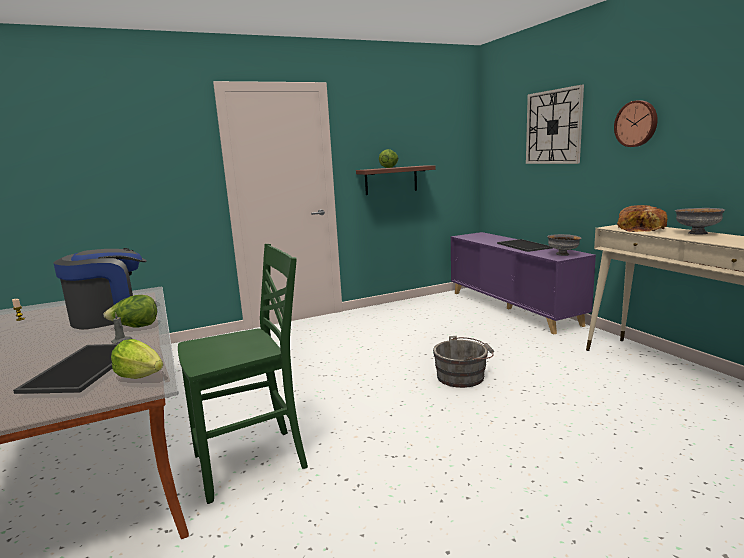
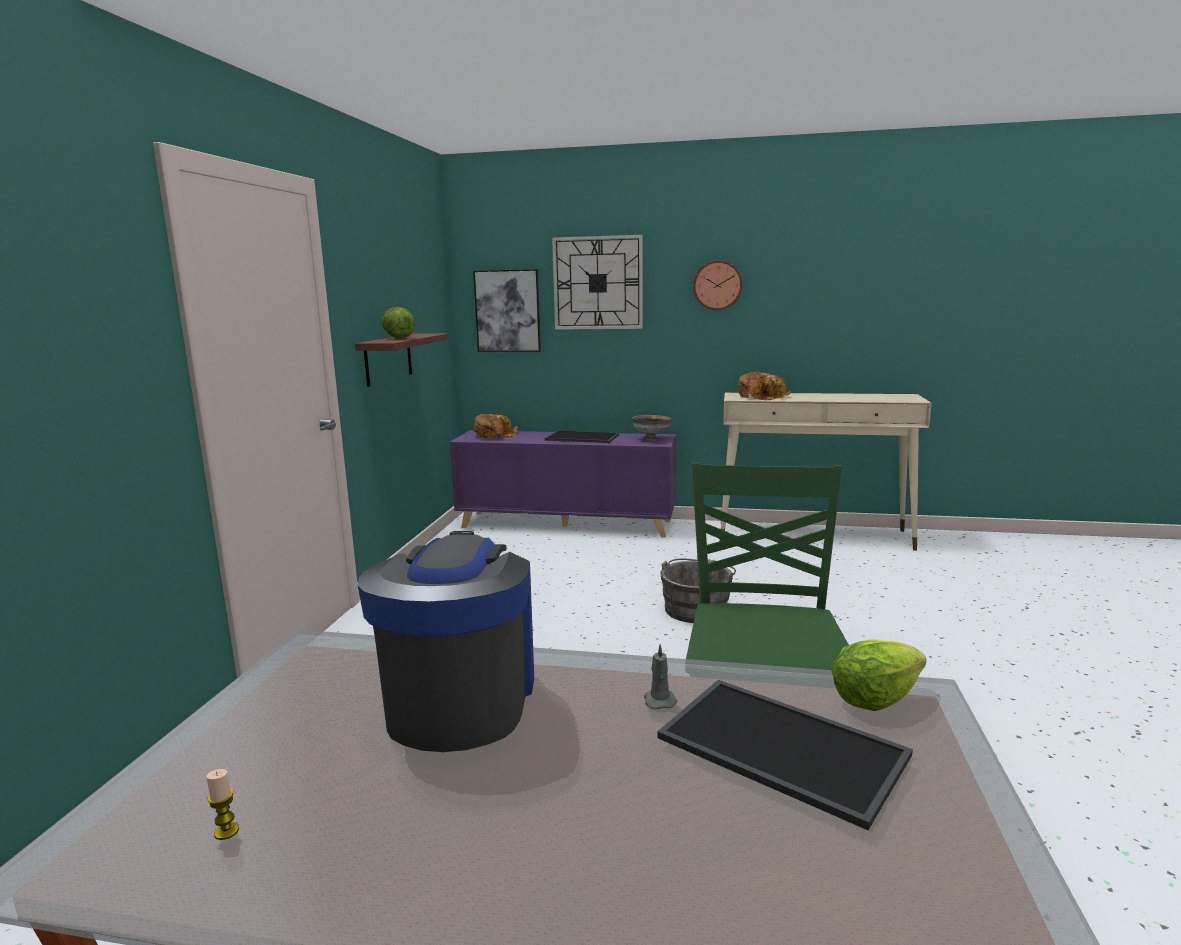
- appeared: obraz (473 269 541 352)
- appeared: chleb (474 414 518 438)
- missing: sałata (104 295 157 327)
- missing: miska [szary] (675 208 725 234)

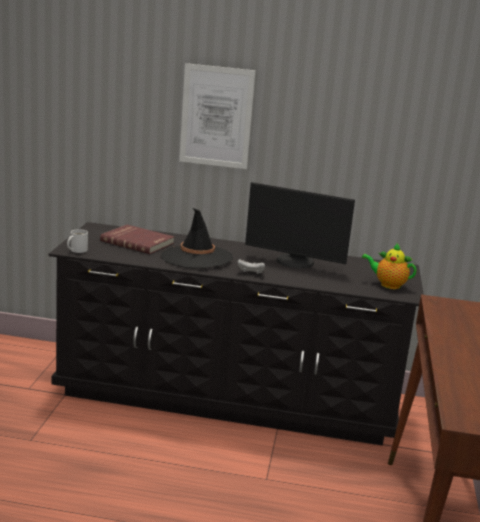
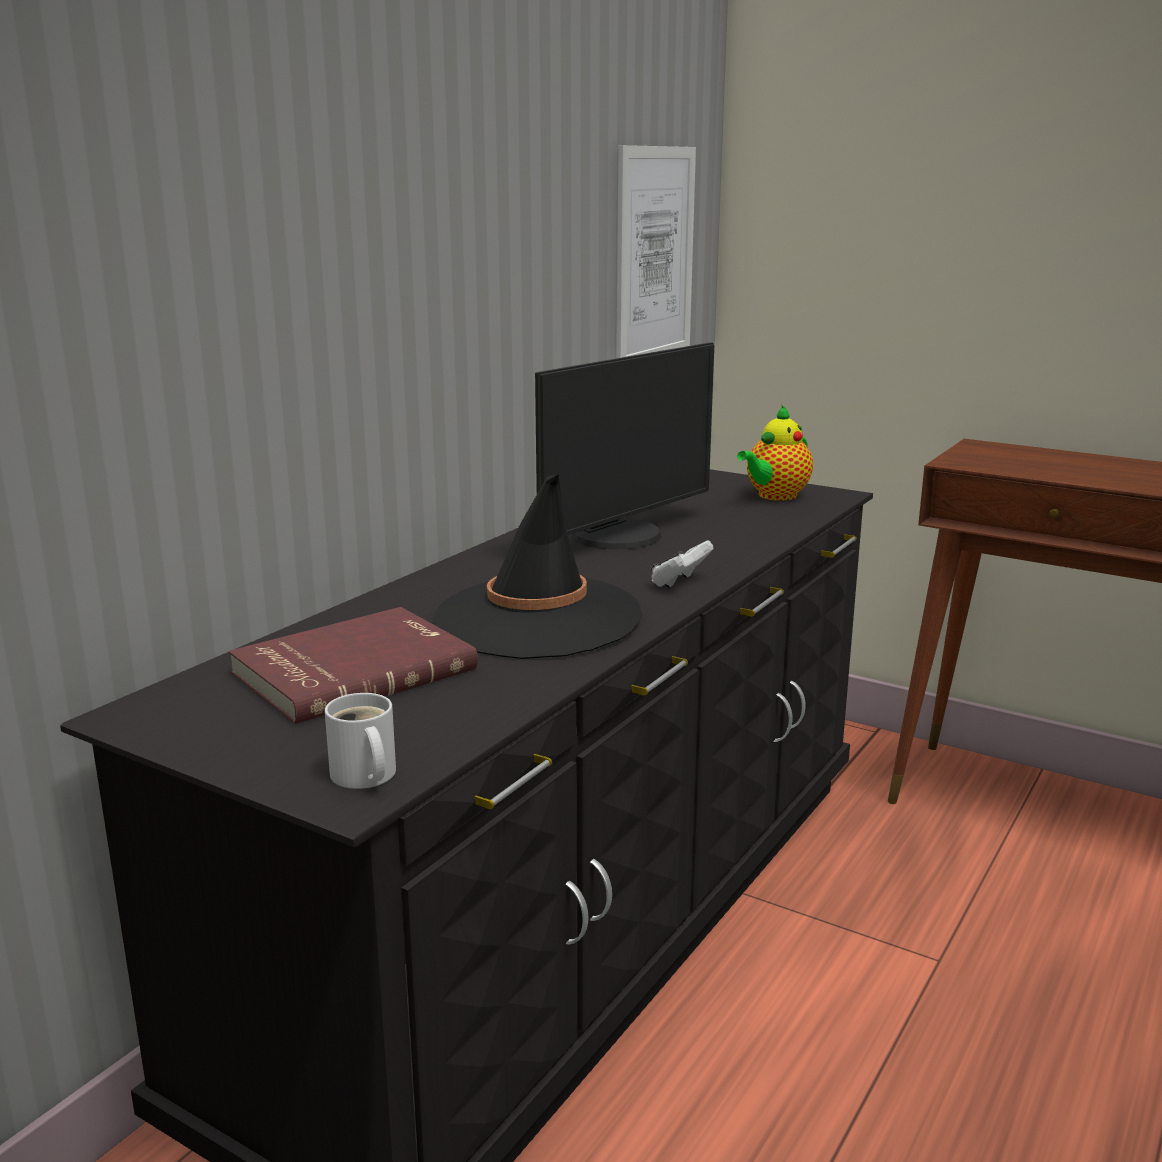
- relocated: obraz (179 63 256 169) to (616 145 696 358)

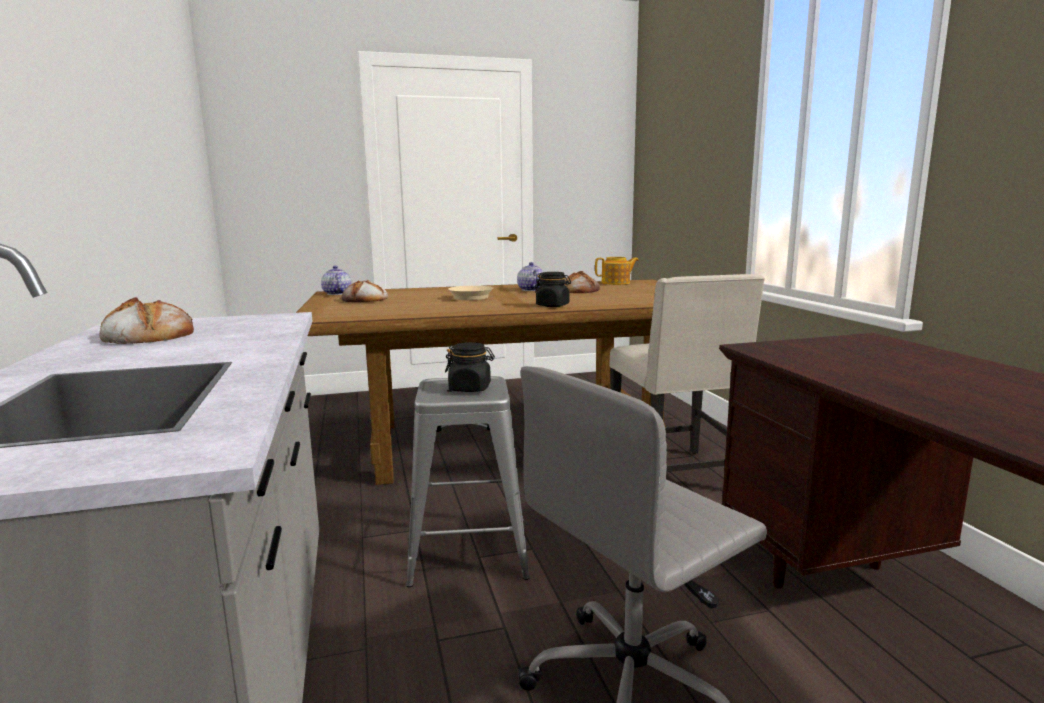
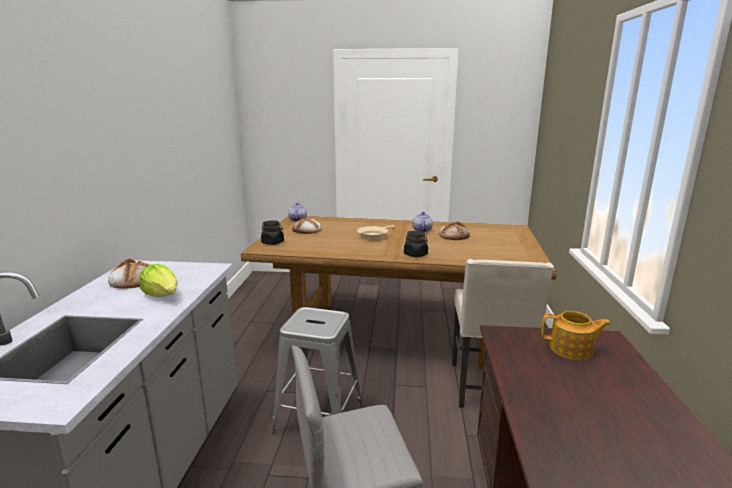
- appeared: sałata (139 264 178 297)
- relocated: słoik [czarny] (445 342 495 392) to (261 220 284 245)
- relocated: imbryk (595 257 639 285) to (541 311 611 360)

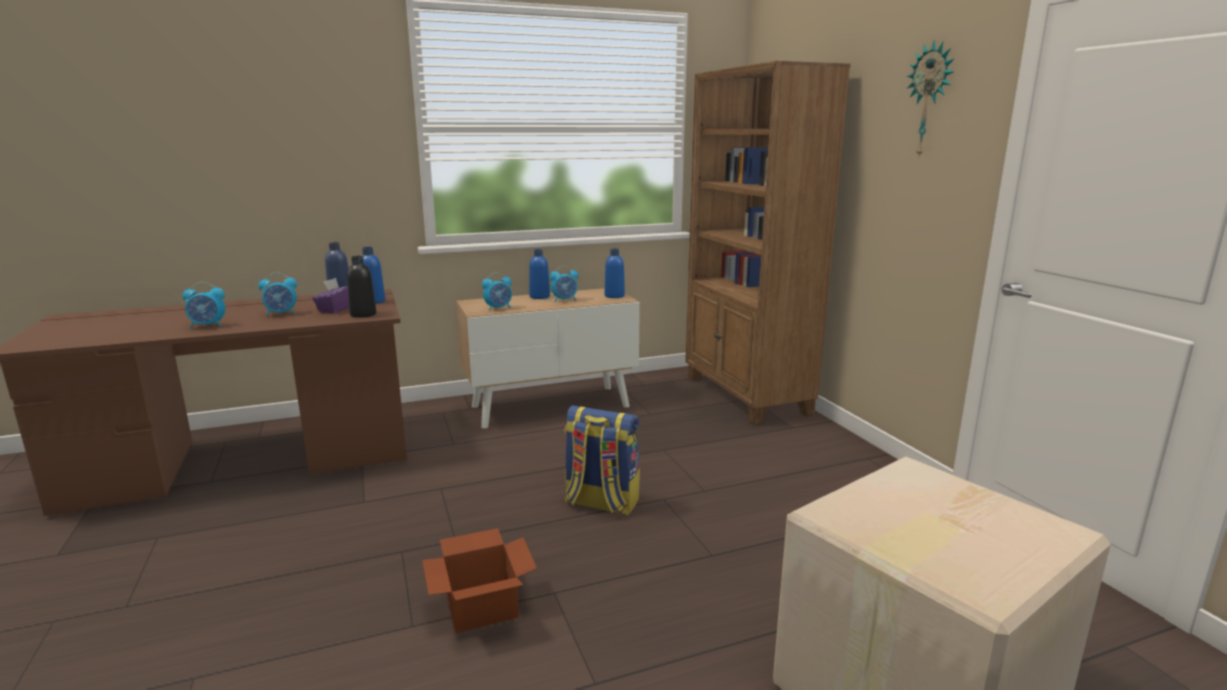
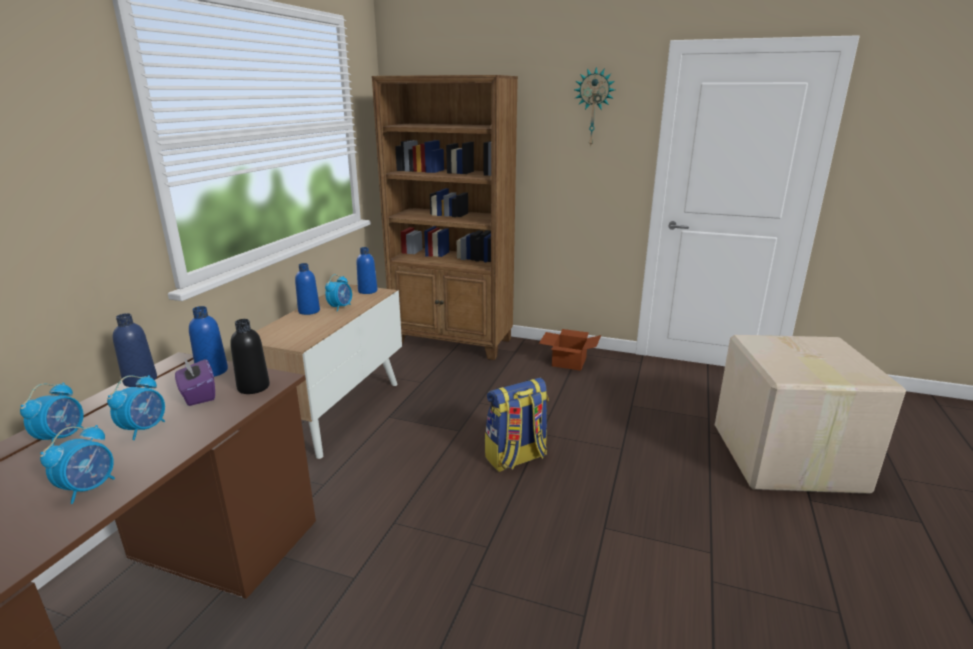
- relocated: budzik (482 273 512 311) to (20 383 84 446)
- relocated: karton (422 528 537 633) to (539 329 601 371)

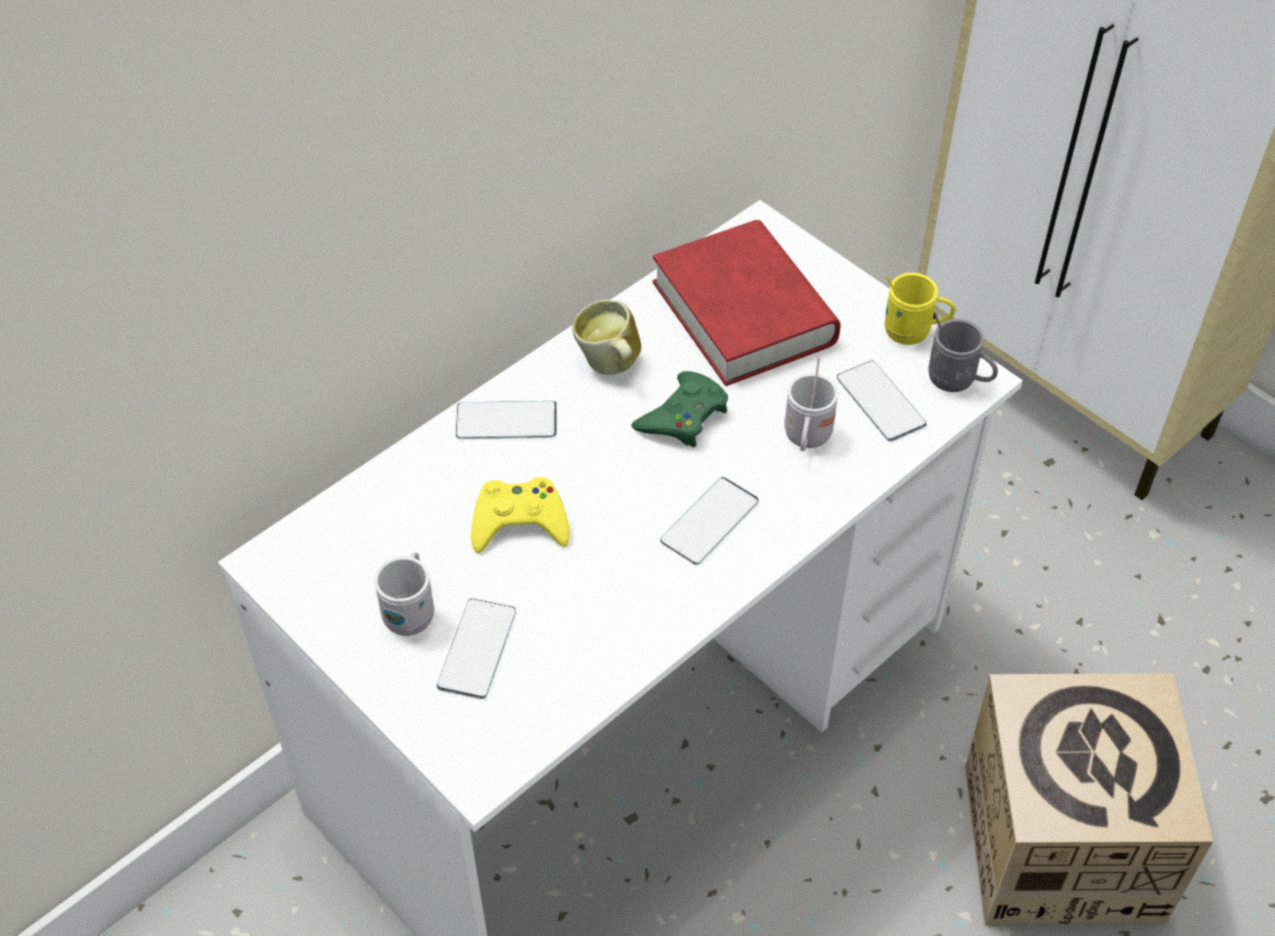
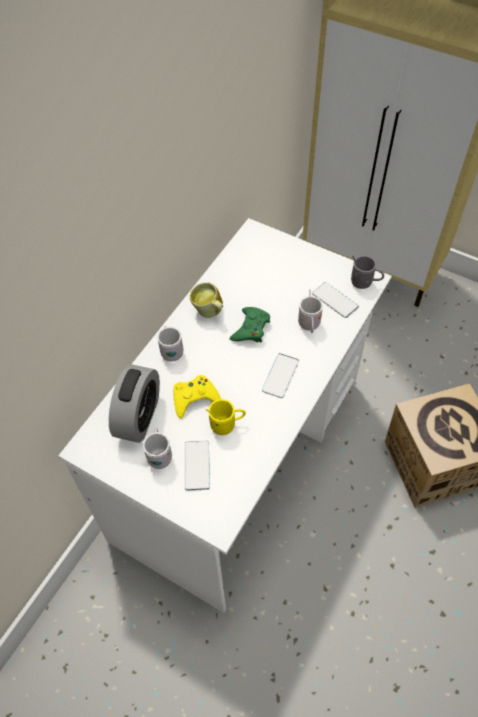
- appeared: budzik (109 364 160 443)
- exchanged: telefon (456 401 557 439) to kubek [biały] (157 326 183 362)
- relocated: kubek [żółty] (884 273 956 345) to (205 399 246 435)
- missing: książka [czerwony] (653 220 841 386)

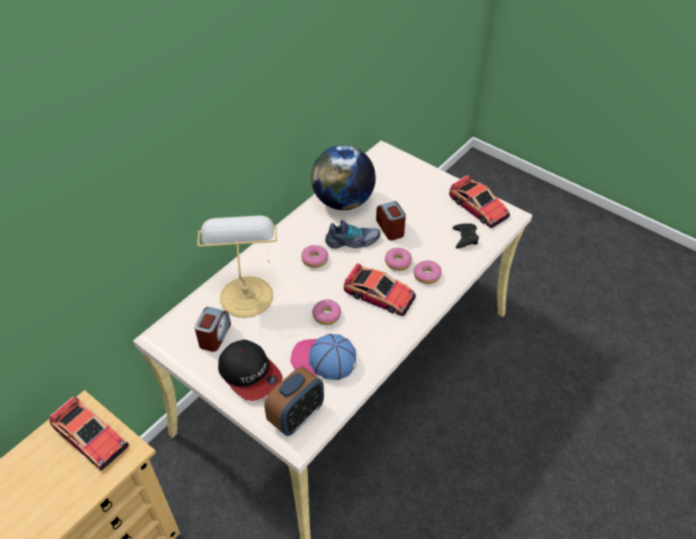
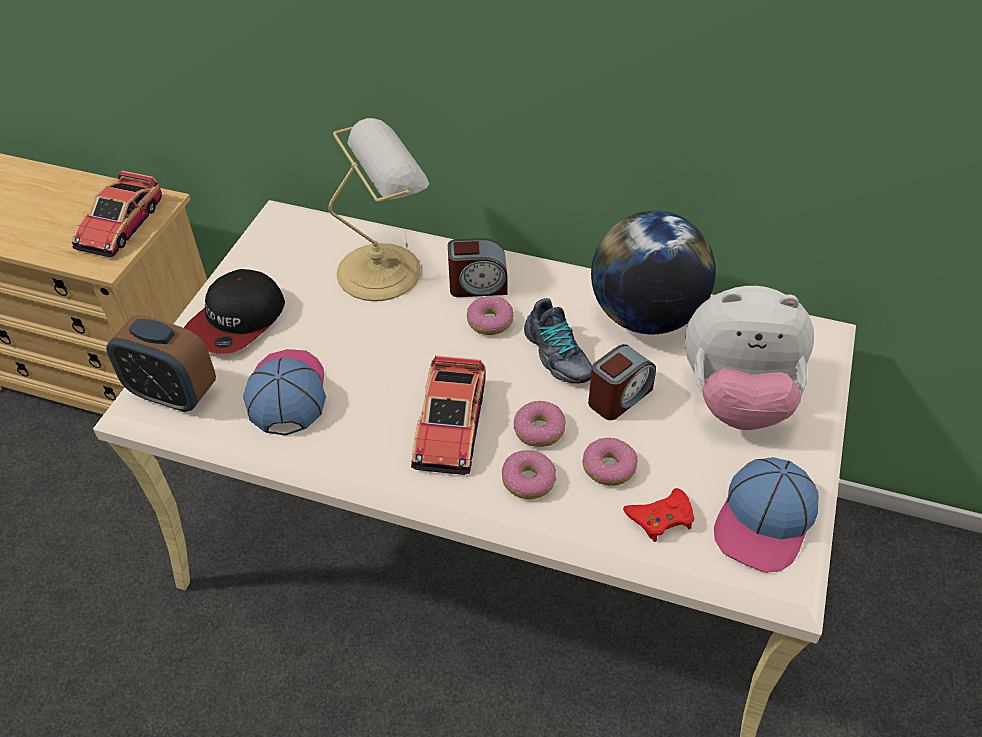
- relocated: budzik (194 307 231 352) to (448 238 508 297)
- relocated: donut (312 299 341 325) to (583 438 638 486)
- colour: pad do gier [czarny] (453 223 479 248) to pad do gier [czerwony] (623 488 694 542)
- appeared: pluszak (685 286 814 430)
- exchanged: samochodzik (449 175 510 228) to czapka z daszkiem (714 457 819 573)

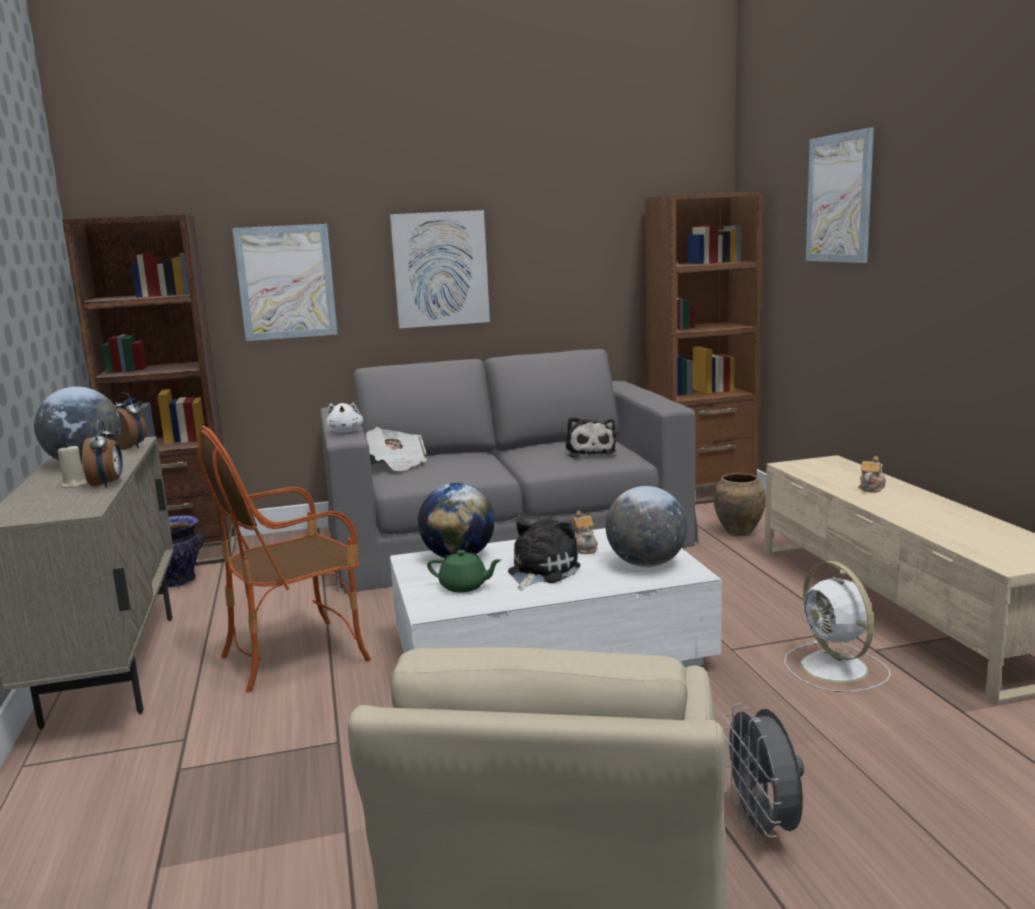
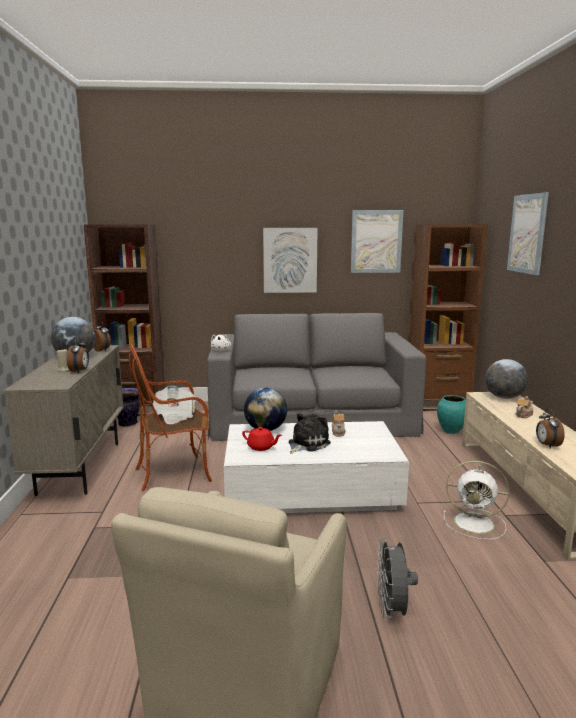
- relocated: gazeta (366 427 427 471) to (153 386 195 424)
- colour: imbryk [zielony] (427 550 501 592) to imbryk [czerwony] (242 427 282 451)
- relocated: obraz (232 224 338 341) to (351 210 403 273)
- colour: wazon [brązowy] (714 473 766 536) to wazon [turkusowy] (437 395 466 434)
- spun: wentylator [biały] (784 561 891 692) = (443 460 510 540) 60 degrees counterclockwise
- relocated: globus (606 486 687 567) to (485 359 528 399)
- appeared: budzik (536 408 565 449)
- missing: pluszak (566 417 616 457)

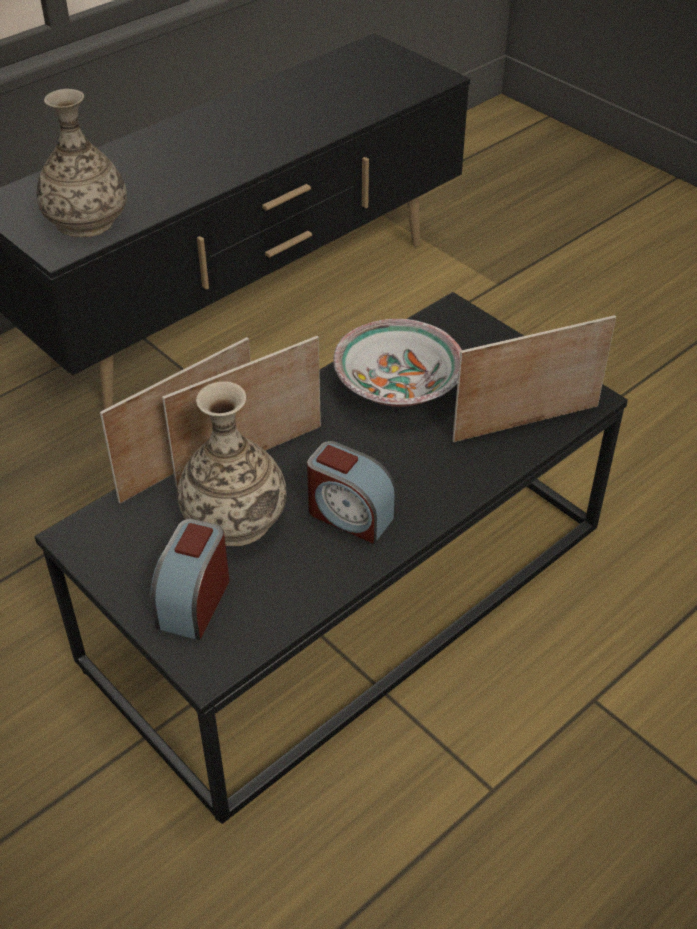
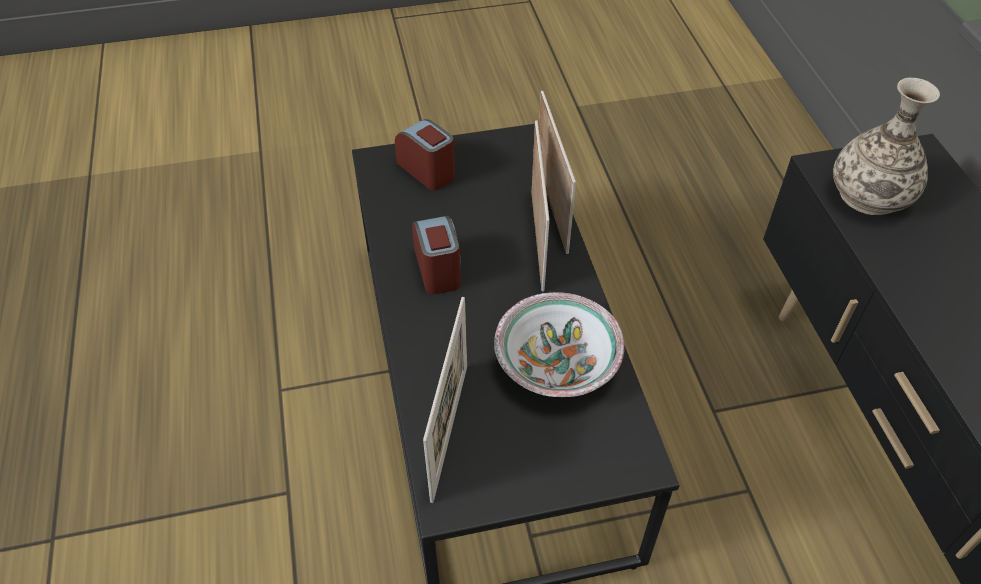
- spun: budzik (307 441 396 544) = (412 216 461 294) 105 degrees clockwise
- missing: wazon (177 381 286 546)

